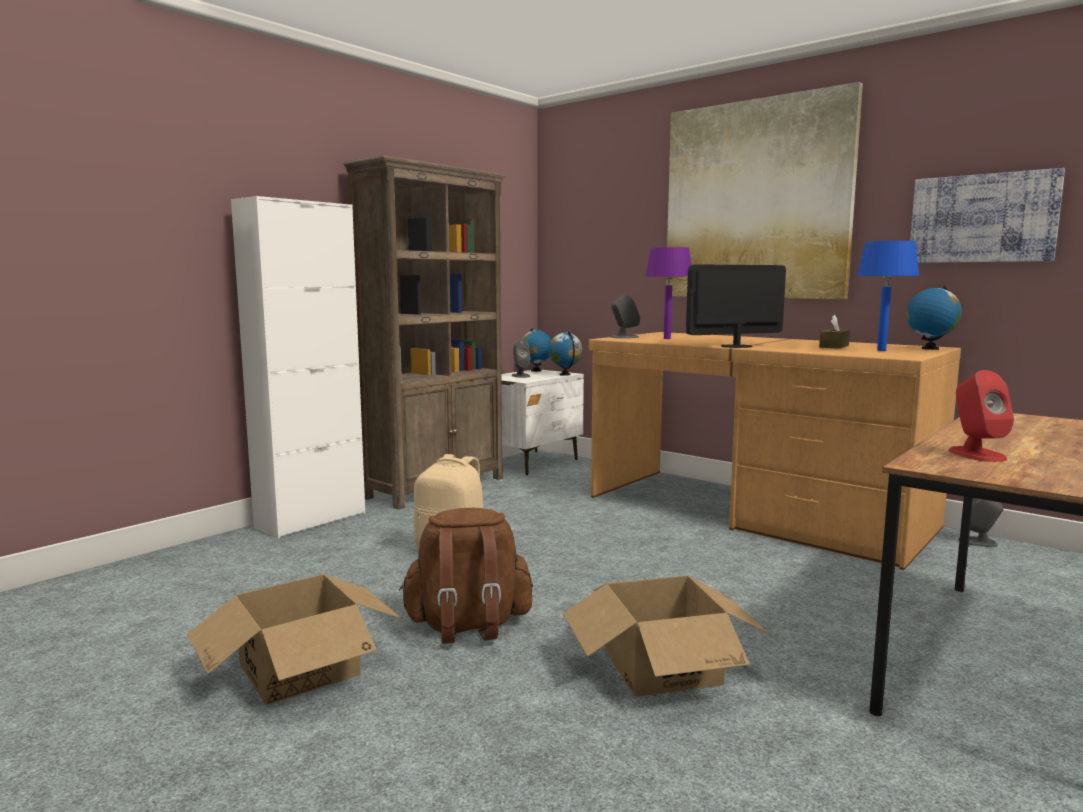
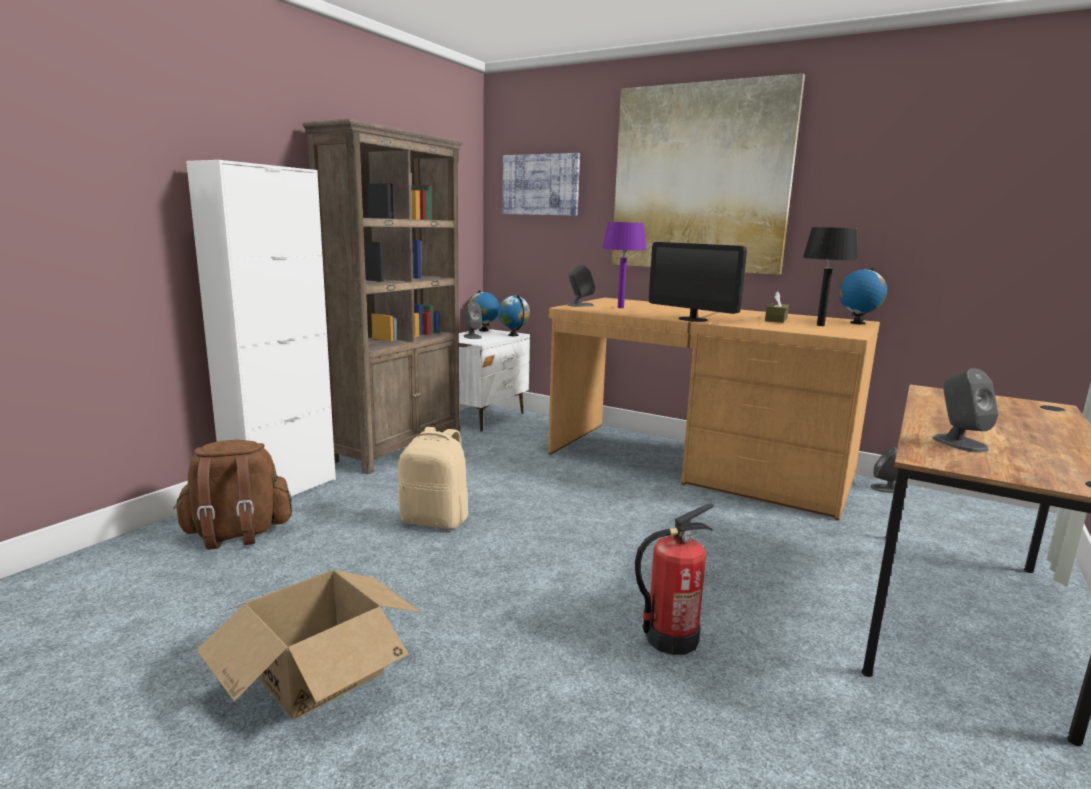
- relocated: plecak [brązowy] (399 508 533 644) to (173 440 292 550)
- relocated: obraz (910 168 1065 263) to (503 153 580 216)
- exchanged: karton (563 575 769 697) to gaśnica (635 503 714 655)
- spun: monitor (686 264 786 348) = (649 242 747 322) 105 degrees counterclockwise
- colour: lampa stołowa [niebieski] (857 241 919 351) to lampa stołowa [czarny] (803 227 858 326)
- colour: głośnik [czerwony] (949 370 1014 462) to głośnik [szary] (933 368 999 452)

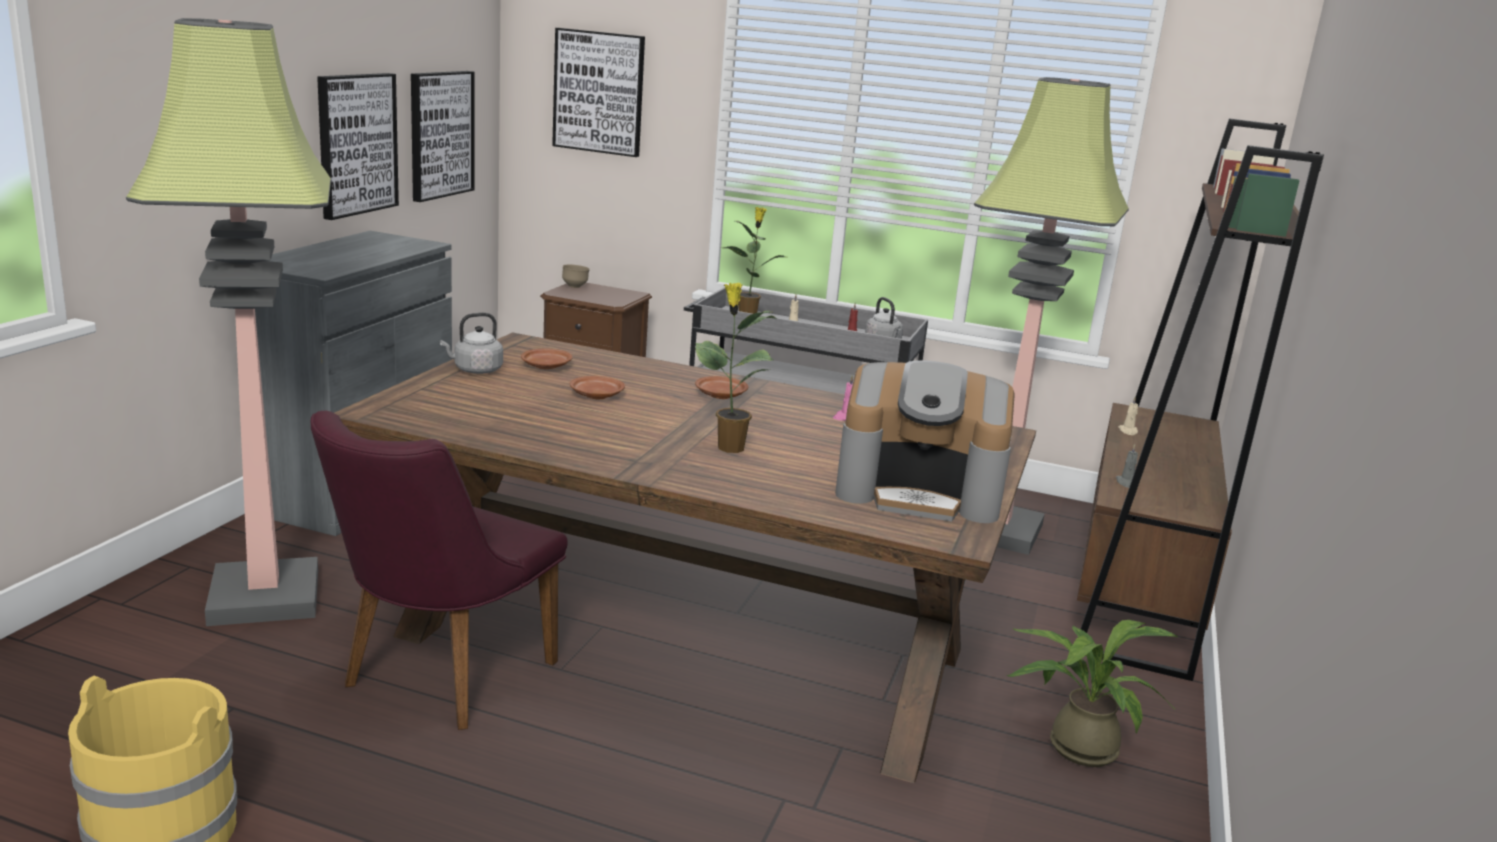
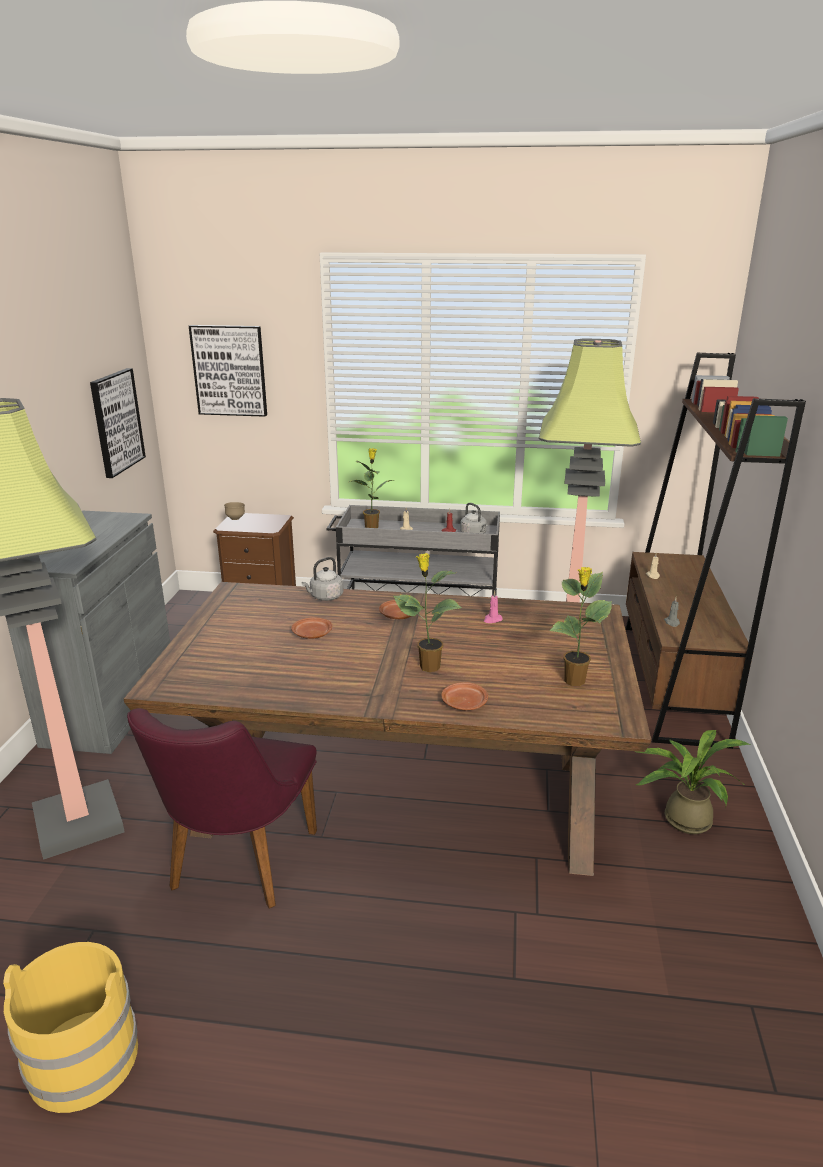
- relocated: czajnik [szary] (440 313 503 374) to (301 557 344 601)
- relocated: talerz [brązowy] (521 349 572 369) to (442 682 488 710)
- exchanged: ekspres do kawy (835 360 1015 523) to roślina doniczkowa (549 567 612 686)
- missing: obraz (317 73 399 220)

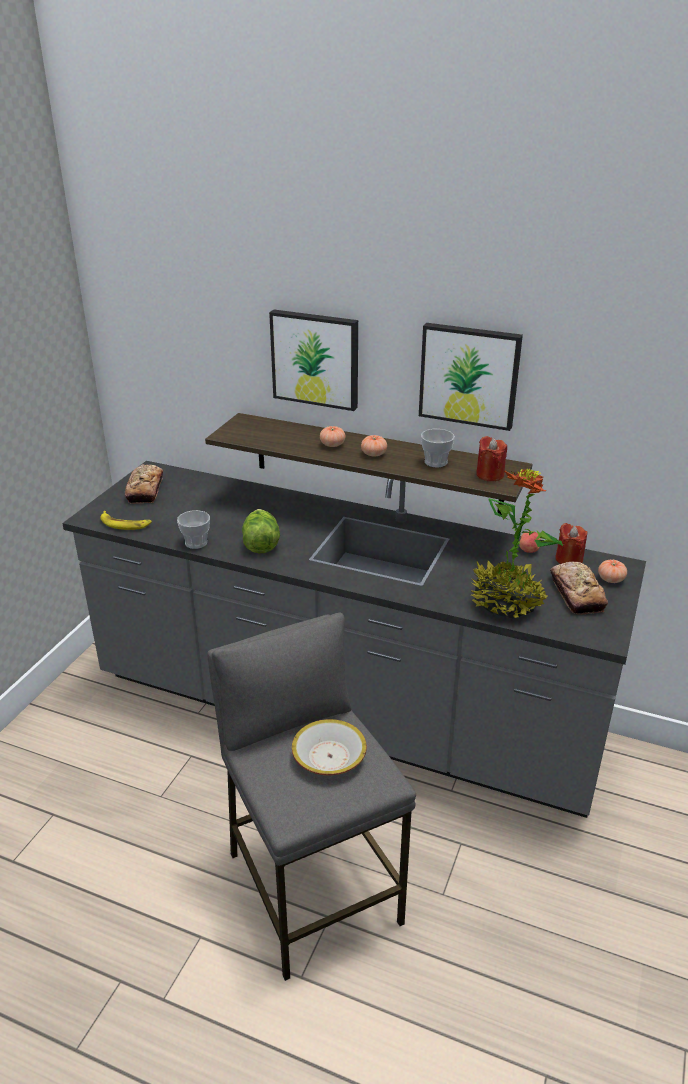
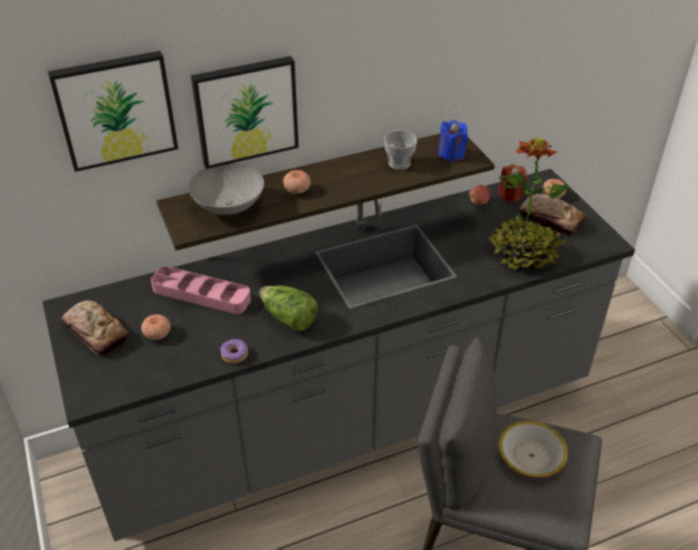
- relocated: obraz (419 323 523 431) to (48 51 178 172)
- relocated: pomidor (361 435 387 457) to (141 314 171 340)
- appeared: taca [różowy] (151 266 251 314)
- appeared: miska [szary] (188 163 264 215)
- exchanged: filiżanka (177 510 210 549) to donut (221 339 248 364)
- colour: świeca [czerwony] (476 436 507 481) to świeca [niebieski] (438 120 468 162)
- missing: banan (101 511 152 530)

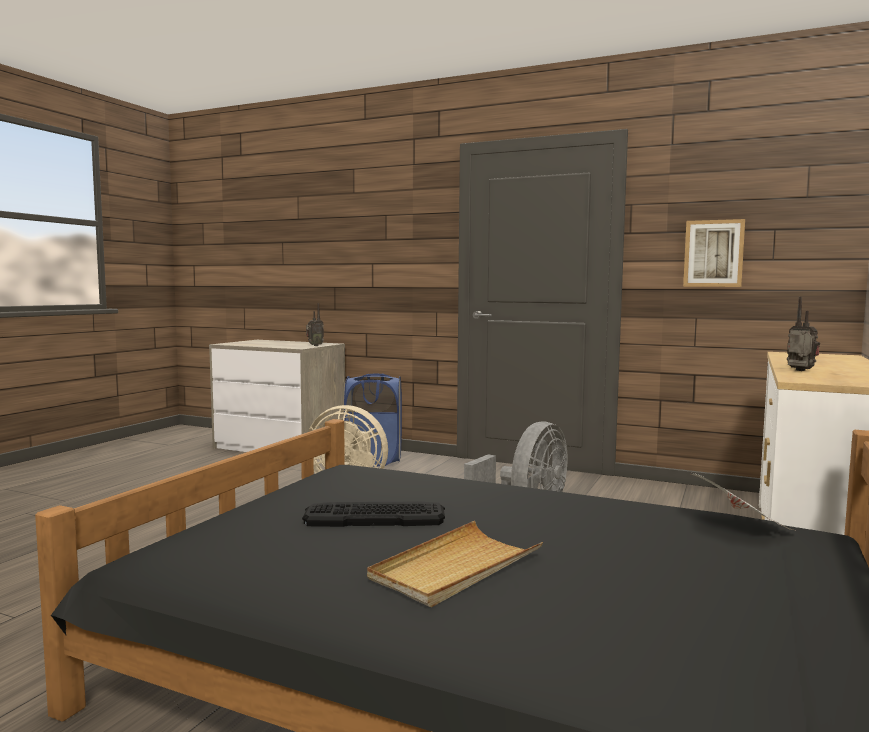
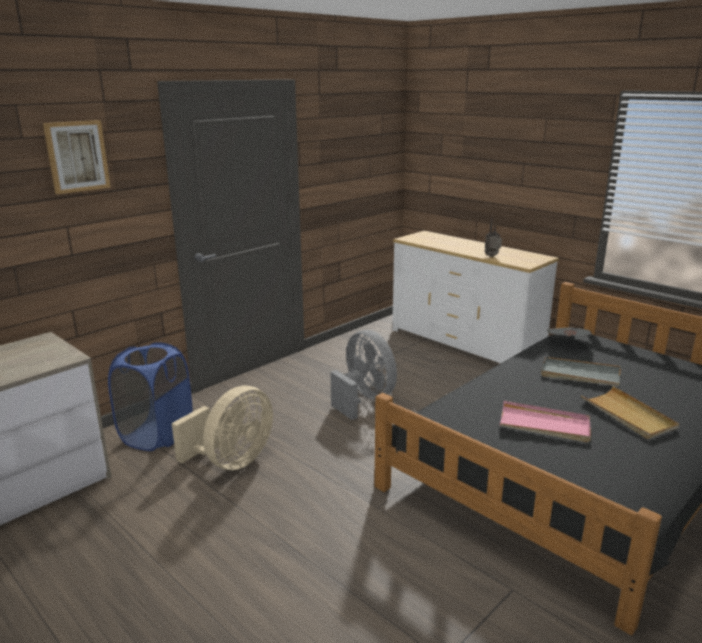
- relocated: obraz (683 219 745 287) to (43 120 111 194)
- exchanged: klawiatura (302 501 445 527) to taca [różowy] (500 401 591 442)
- appeared: taca [szary] (541 357 621 386)
- missing: radio (306 303 324 346)

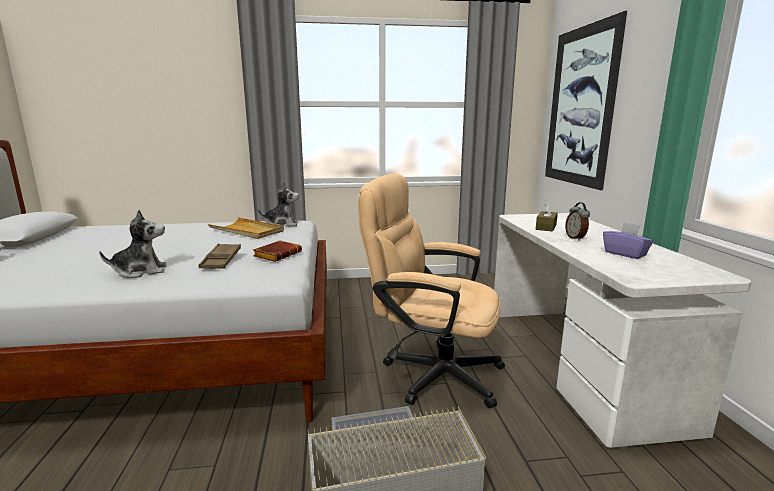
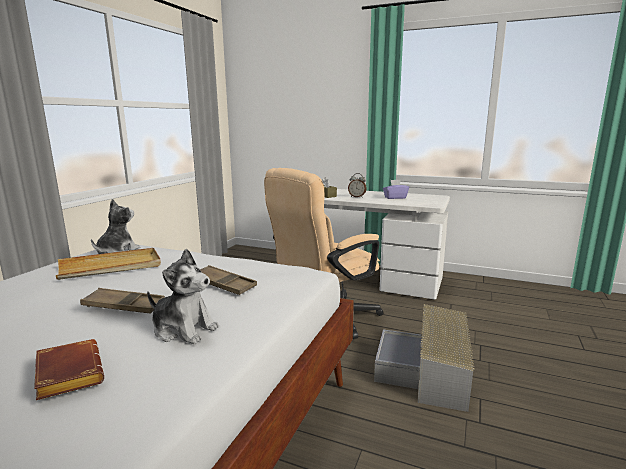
- relocated: książka [brązowy] (253 240 302 262) to (34 339 104 400)
- appeared: taca [brązowy] (80 288 165 313)
- spun: pluszak (99 210 166 278) = (147 248 219 344) 105 degrees clockwise
- missing: obraz (545 11 627 190)

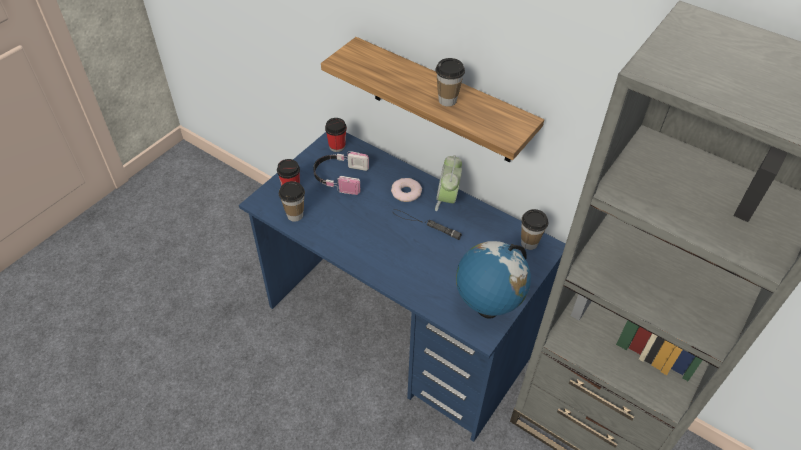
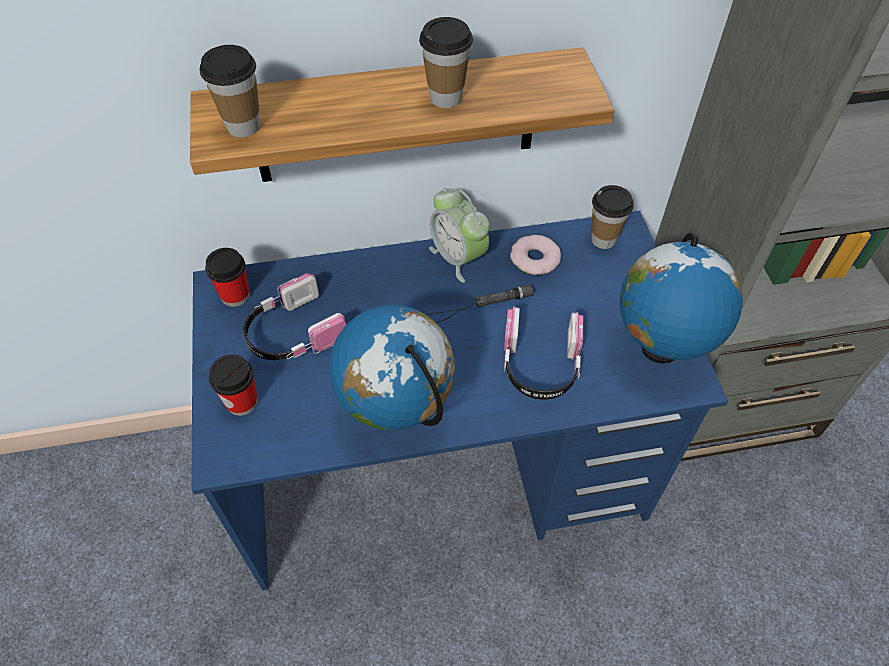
- relocated: filiżanka (279 181 305 222) to (200 45 260 137)
- appeared: globus (329 305 455 430)
- appeared: słuchawki (504 306 583 400)
- relocated: donut (391 178 422 202) to (510 235 561 275)

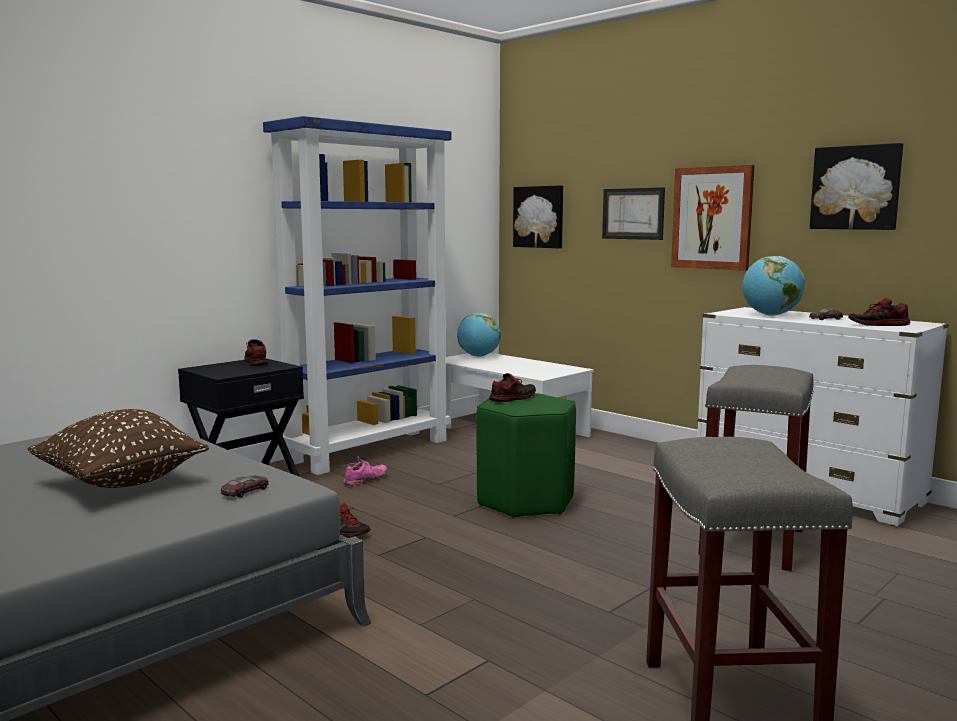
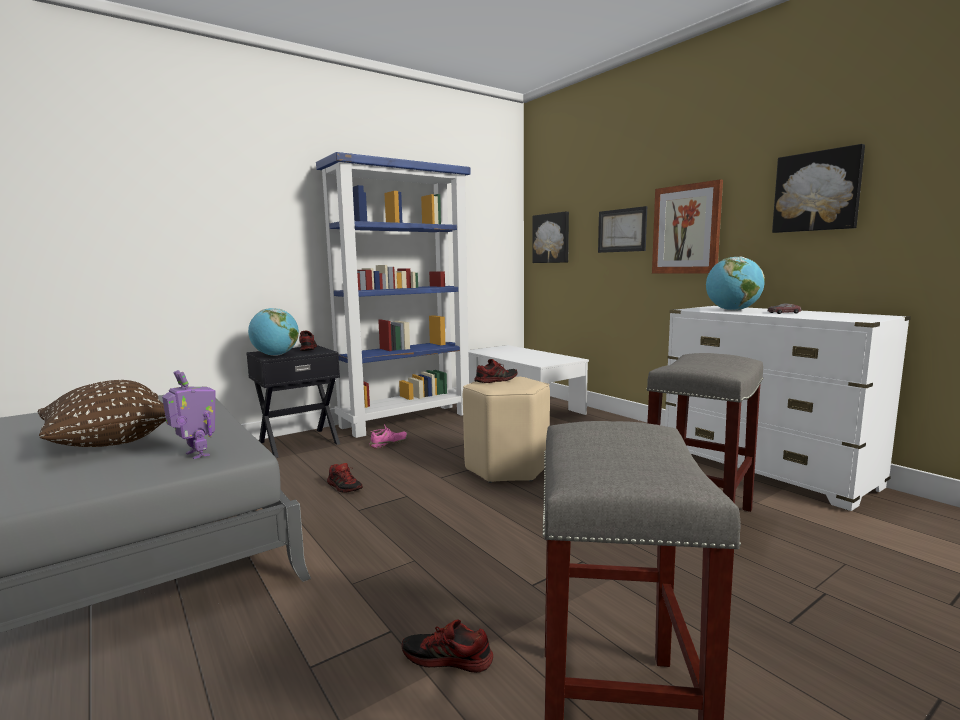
- exchanged: samochodzik (221 475 269 497) to robot zabawkowy (162 370 216 459)
- relocated: globus (457 313 501 357) to (248 308 299 356)
- relocated: but (848 298 910 326) to (401 620 493 673)
- colour: stołek [zielony] (476 393 576 519) to stołek [beżowy] (463 377 550 483)

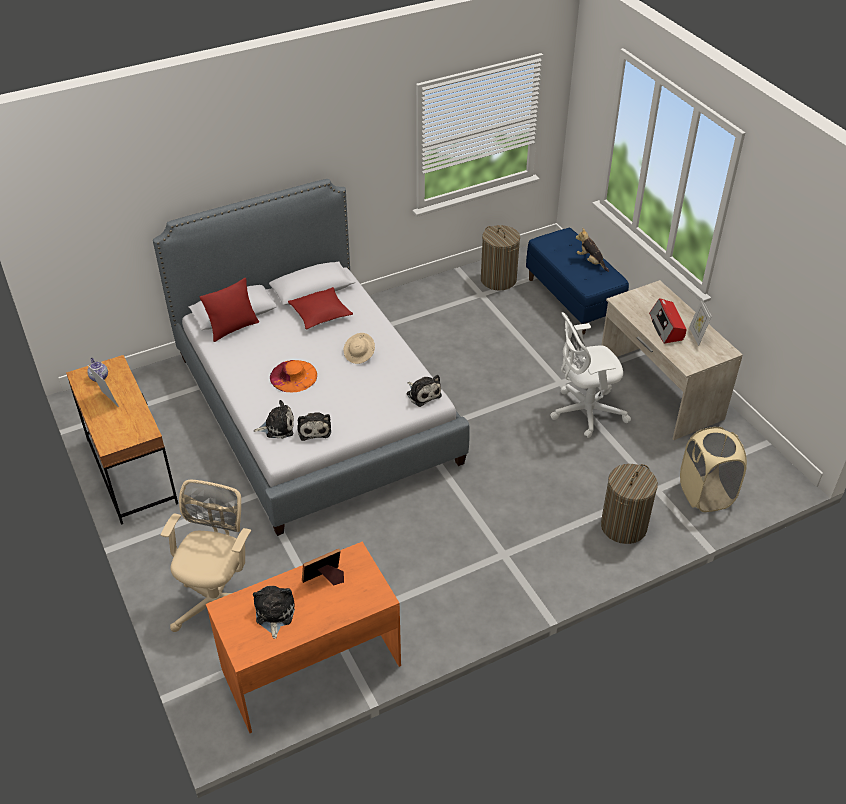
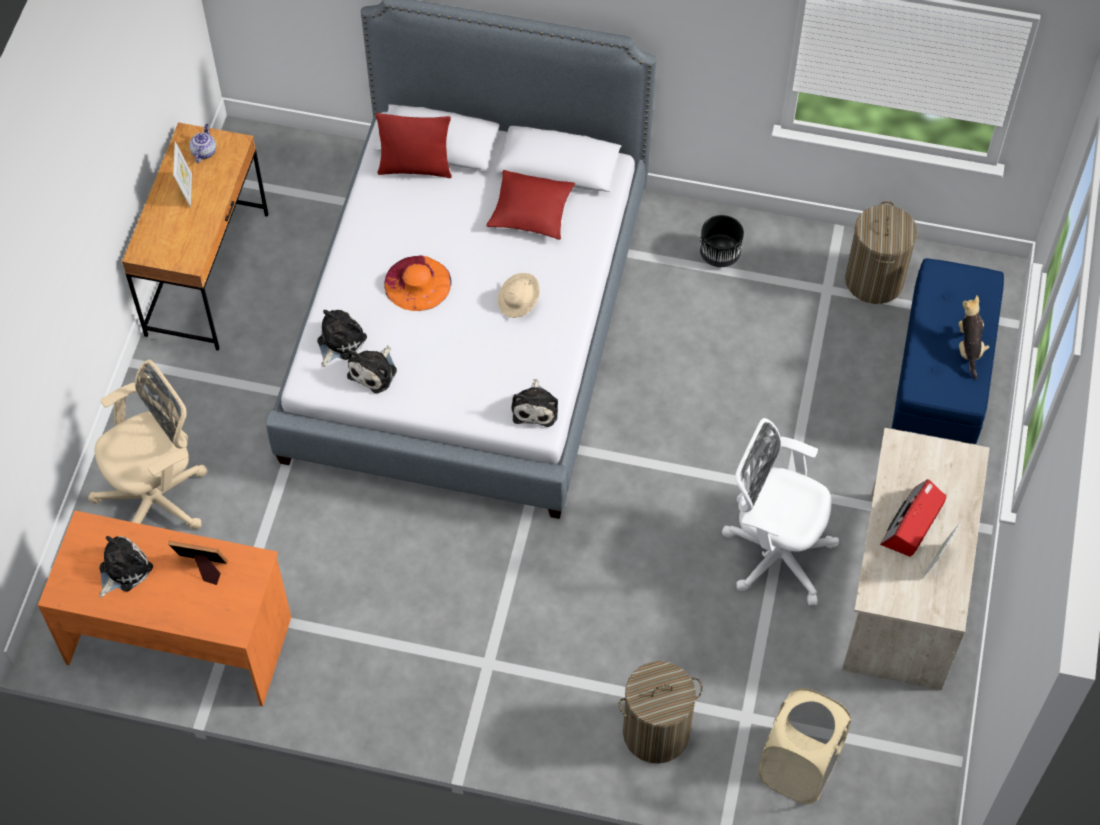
- spun: pluszak (254 400 294 439) = (317 310 367 367) 90 degrees counterclockwise
- appeared: donica [czarny] (700 215 744 267)

